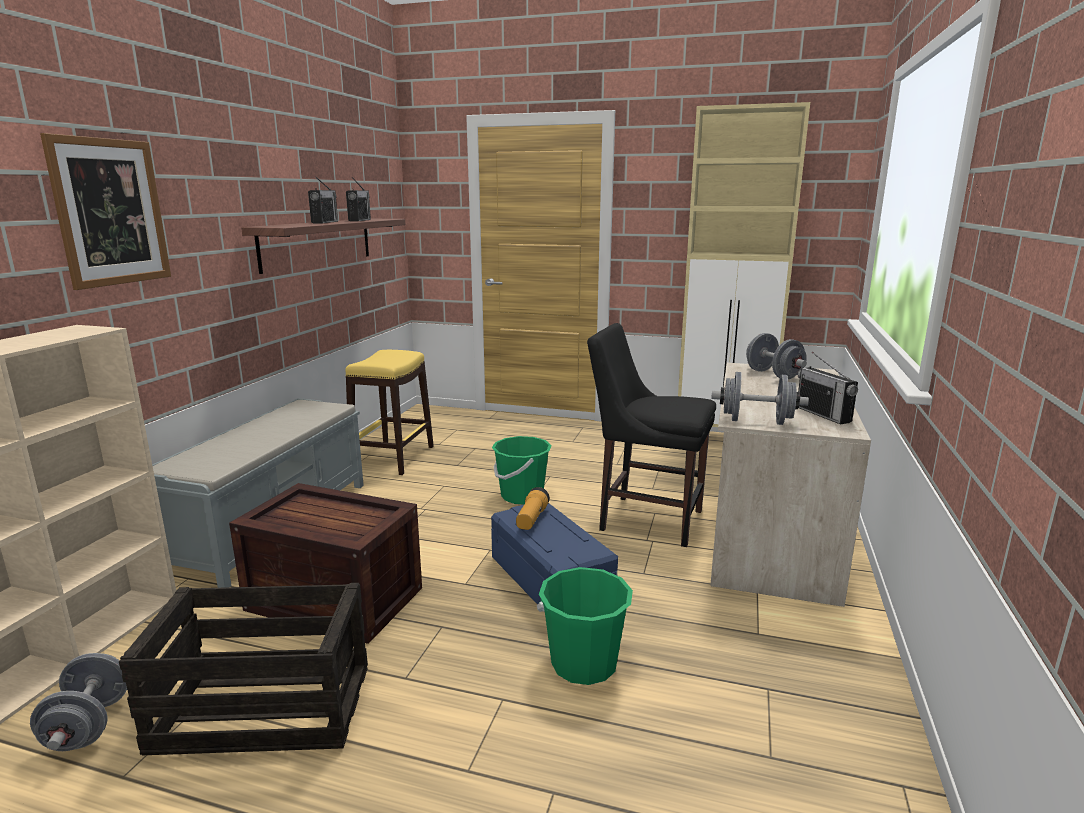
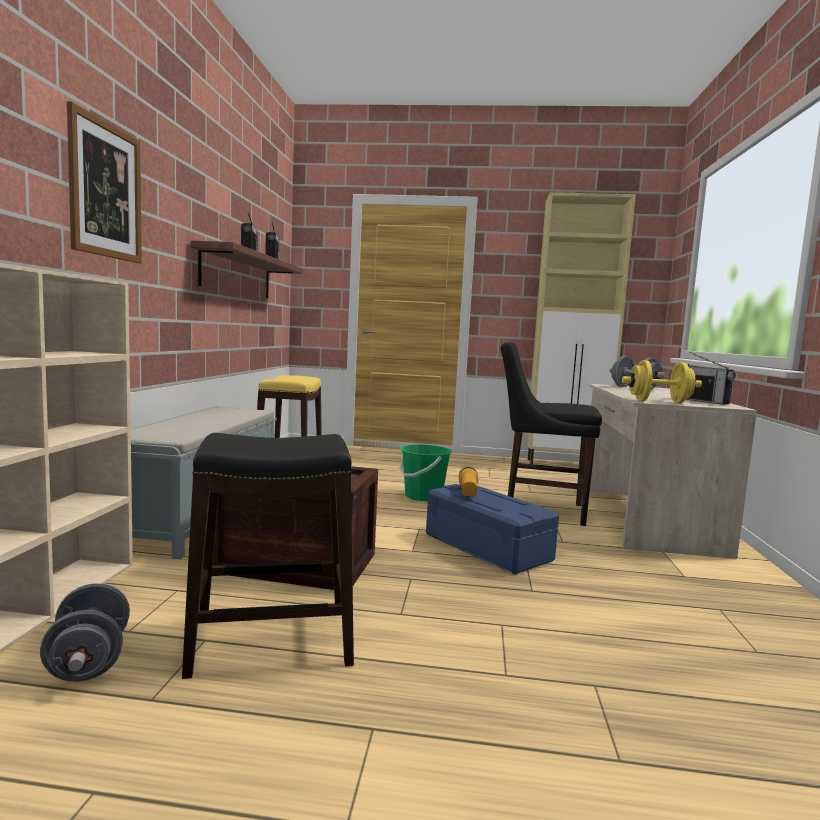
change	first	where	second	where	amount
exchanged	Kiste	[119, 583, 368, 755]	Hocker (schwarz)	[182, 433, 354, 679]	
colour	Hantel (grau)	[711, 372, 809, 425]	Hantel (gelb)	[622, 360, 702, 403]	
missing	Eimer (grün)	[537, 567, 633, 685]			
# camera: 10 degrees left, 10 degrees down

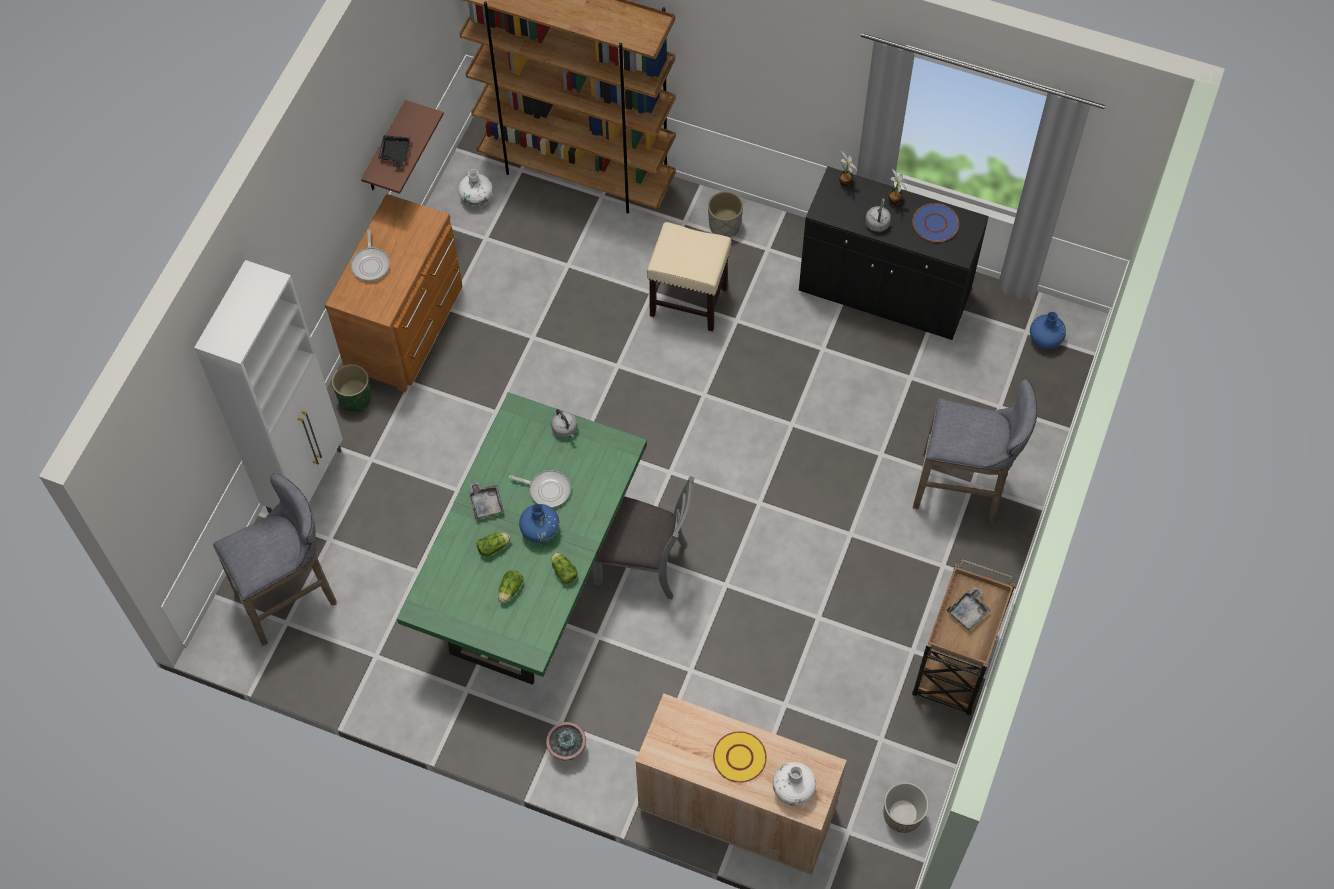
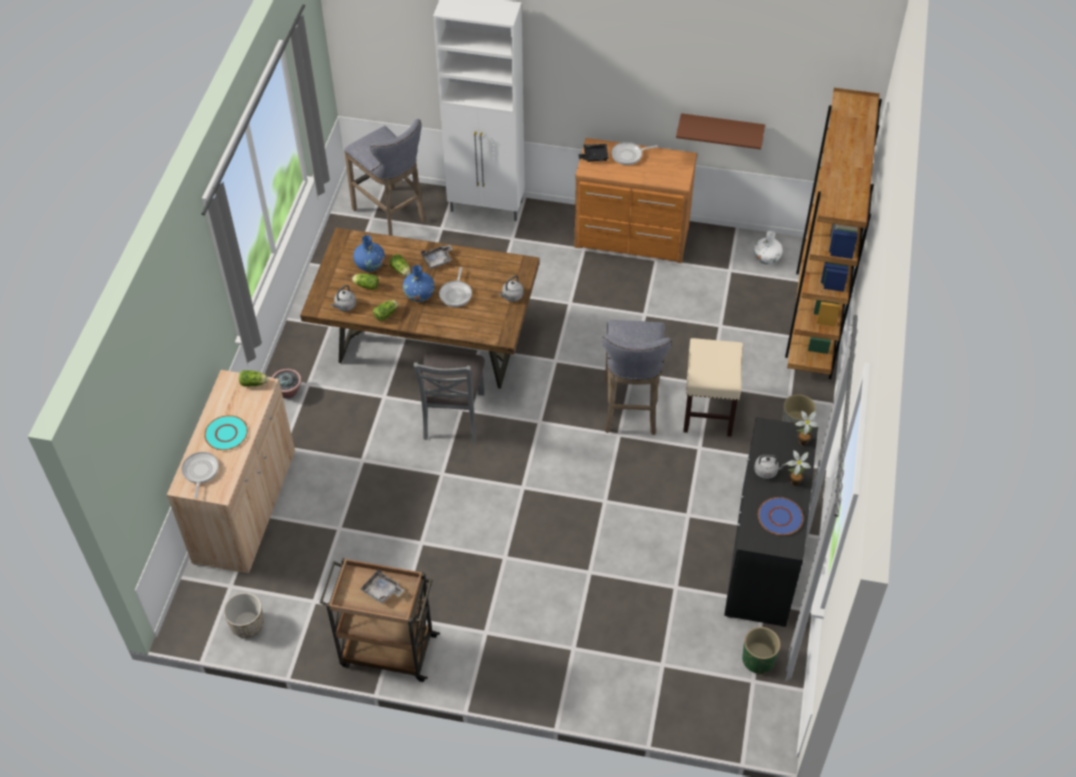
change	first	where	second	where	amount
exchanged	Vase (weiß)	[773, 762, 816, 806]	Pfanne	[182, 452, 219, 499]	
colour	Teller (gelb)	[713, 731, 767, 783]	Teller (türkis)	[204, 415, 248, 450]	
appeared			Salatkopf	[239, 370, 268, 387]	
colour	Esstisch (grün)	[397, 392, 647, 685]	Esstisch (braun)	[300, 227, 540, 389]	
appeared			Wasserkessel (grau)	[330, 285, 356, 311]	
relocated	Vase (blau)	[1030, 312, 1066, 349]		[353, 235, 385, 272]	
relocated	Tablett (schwarz)	[378, 135, 411, 167]		[578, 144, 609, 162]	
relocated	Hocker (grau)	[913, 379, 1037, 523]		[602, 320, 672, 435]	
relocated	Pflanzkübel (grün)	[332, 364, 372, 413]		[742, 627, 781, 674]	
# camera: 80 degrees right, 10 degrees down

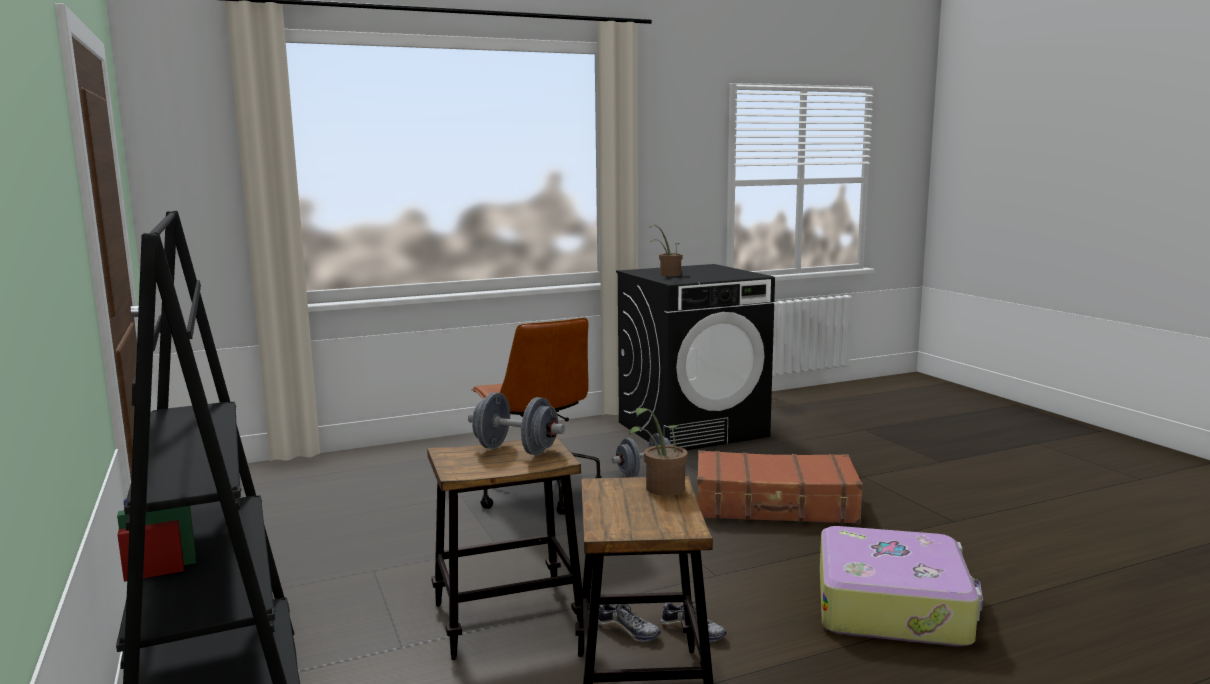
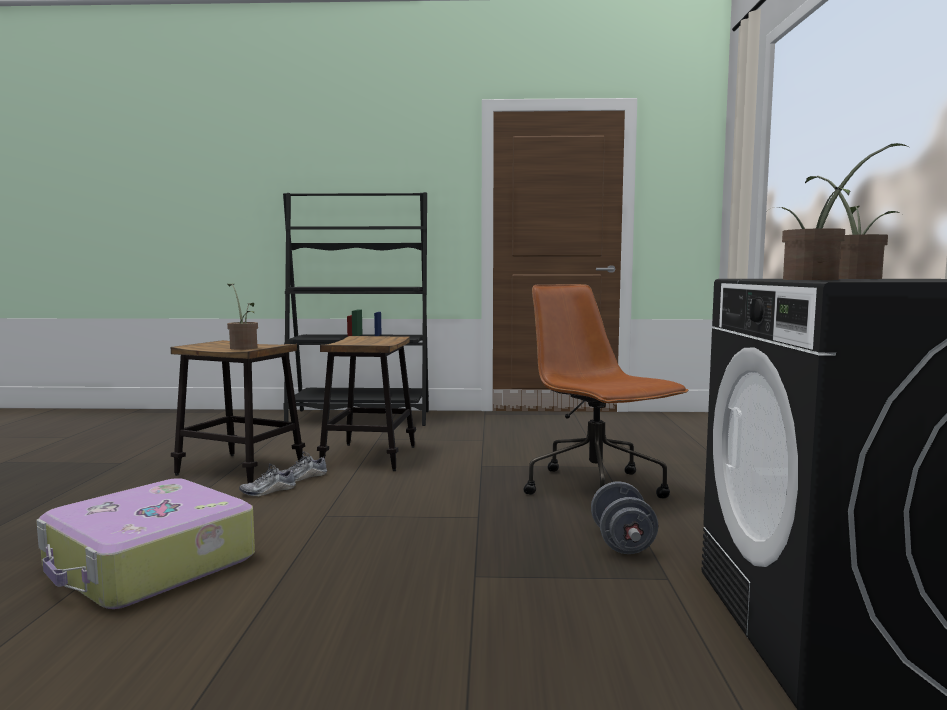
change	first	where	second	where	amount
spun	Bürostuhl (braun)	[471, 318, 602, 515]		[523, 284, 688, 498]	60 degrees clockwise
appeared			Topfpflanze	[770, 143, 913, 280]	
missing	Hantel (grau)	[468, 392, 565, 455]			
missing	Koffer (braun)	[697, 450, 863, 524]			
# camera: 115 degrees right, 5 degrees down

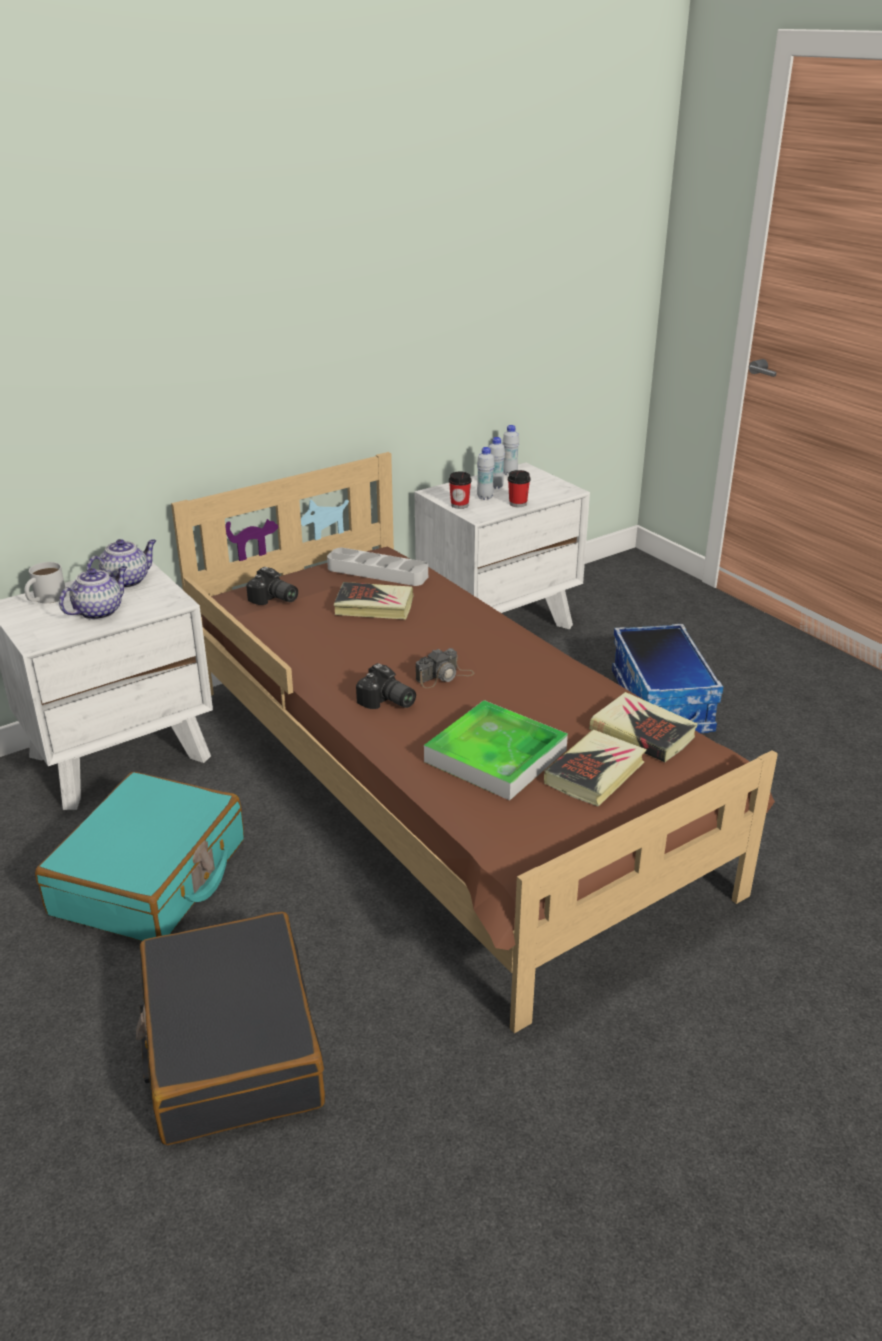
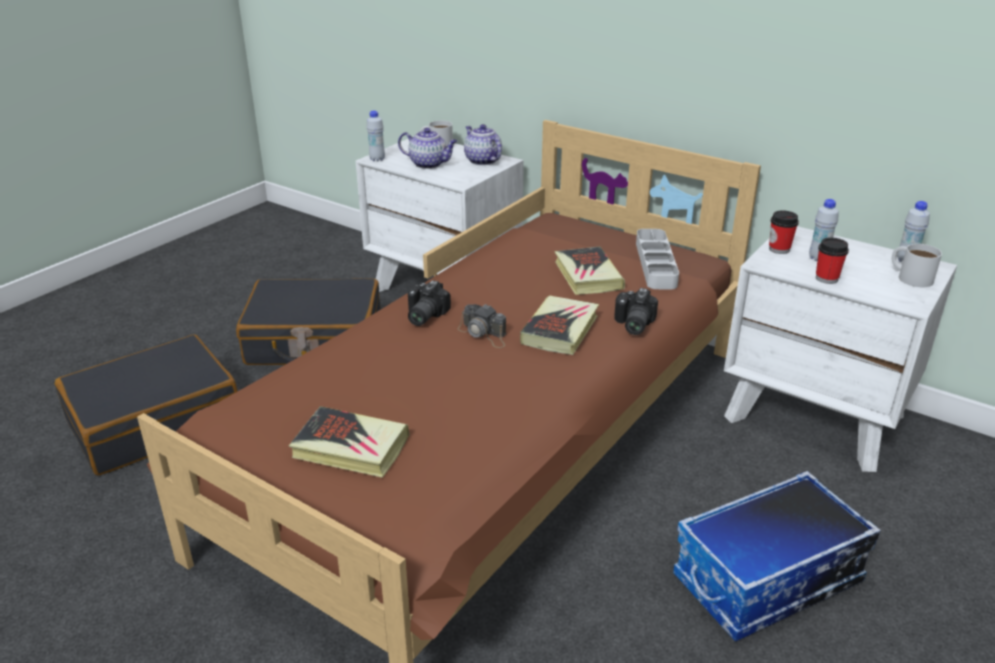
change	first	where	second	where	amount
colour	Koffer (türkis)	[35, 772, 244, 941]	Koffer (schwarz)	[236, 279, 381, 365]	
relocated	Flasche (weiß)	[489, 437, 505, 489]		[367, 111, 385, 162]	
spun	Teekanne	[86, 539, 156, 589]		[464, 124, 502, 165]	150 degrees counterclockwise
relocated	Buch	[589, 692, 698, 762]		[520, 296, 599, 355]	
relocated	Kamera	[246, 567, 298, 605]		[614, 288, 658, 335]	
appeared			Henkelbecher (weiß)	[892, 244, 942, 287]	
missing	Tablett	[424, 700, 568, 801]			
# camera: 70 degrees right, 0 degrees up

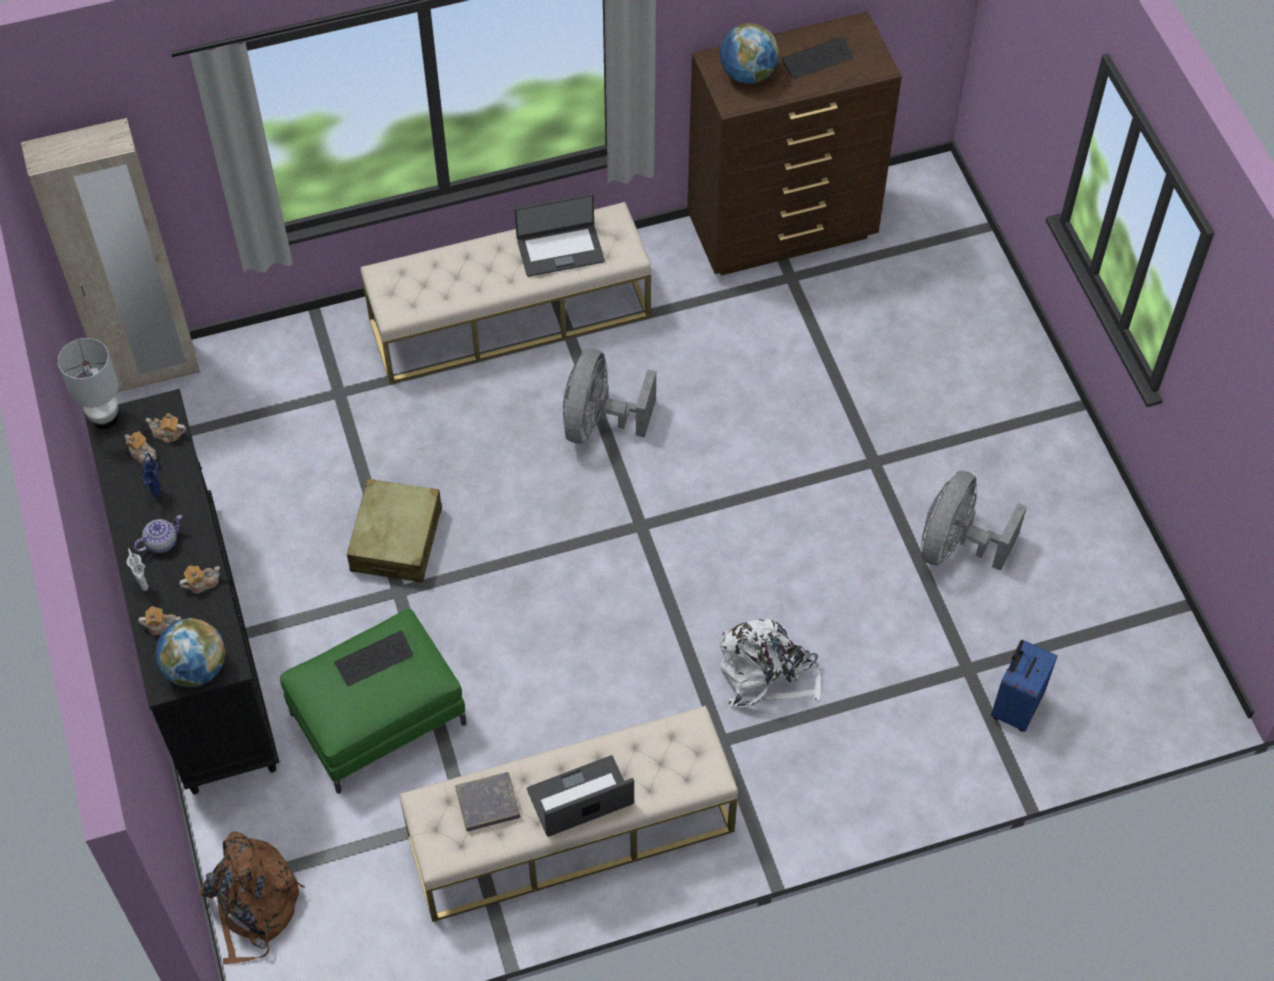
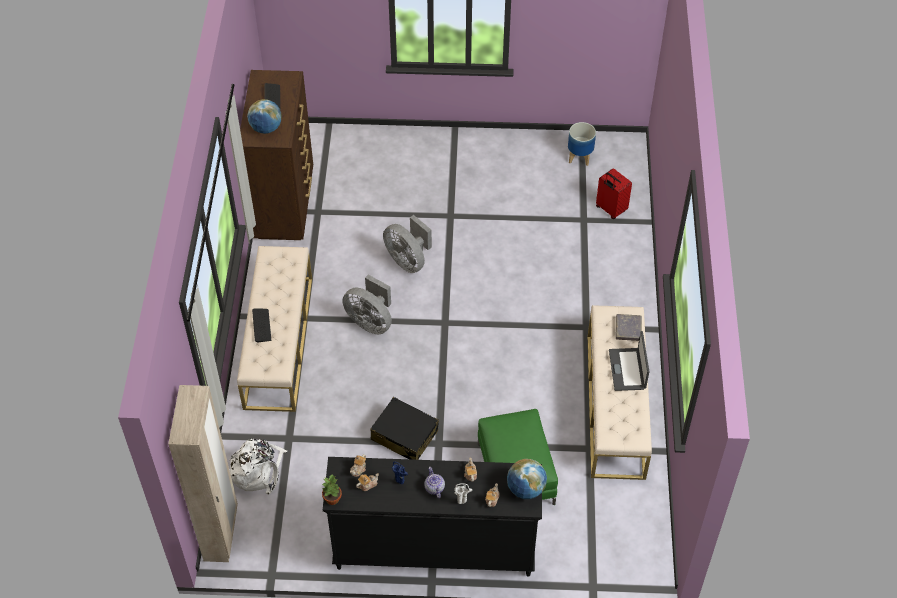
change	first	where	second	where	amount
relocated	Rucksack (weiß)	[720, 619, 821, 708]		[229, 439, 287, 495]	
relocated	Tastatur	[334, 631, 413, 686]		[252, 308, 271, 343]	
exchanged	Tischlampe (weiß)	[58, 338, 119, 429]	Topfpflanze	[322, 474, 342, 505]	
colour	Koffer (beige)	[347, 479, 442, 583]	Koffer (schwarz)	[370, 397, 439, 460]	
relocated	Ventilator (grau)	[921, 470, 1027, 571]		[383, 215, 432, 273]	
appeared			Pflanzkübel	[568, 122, 596, 166]	
colour	Koffer (blau)	[991, 640, 1058, 732]	Koffer (rot)	[596, 168, 632, 219]	
relocated	Buch (grau)	[455, 772, 520, 831]		[616, 314, 642, 341]	
missing	Rucksack (braun)	[200, 832, 305, 964]			
missing	Laptop	[515, 193, 605, 277]			
# camera: 70 degrees left, 5 degrees down

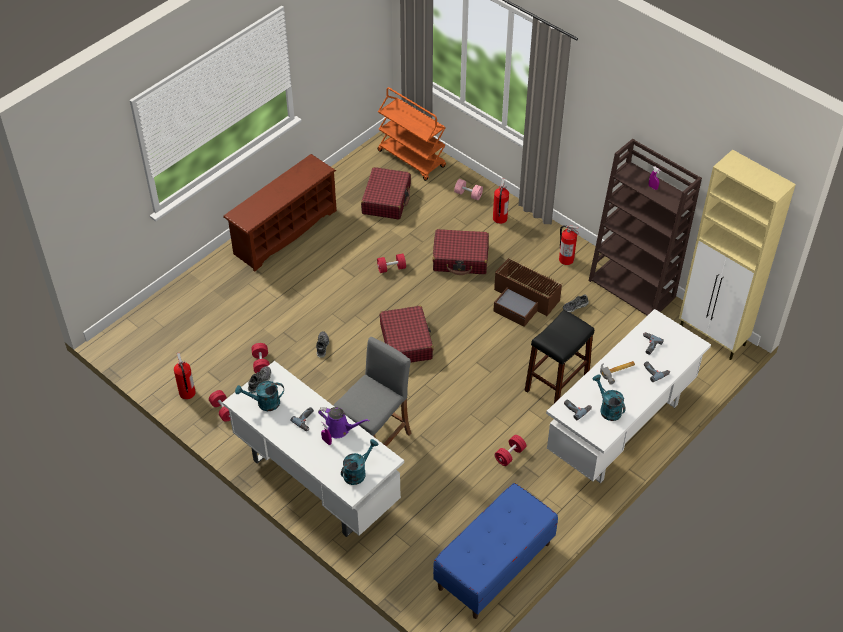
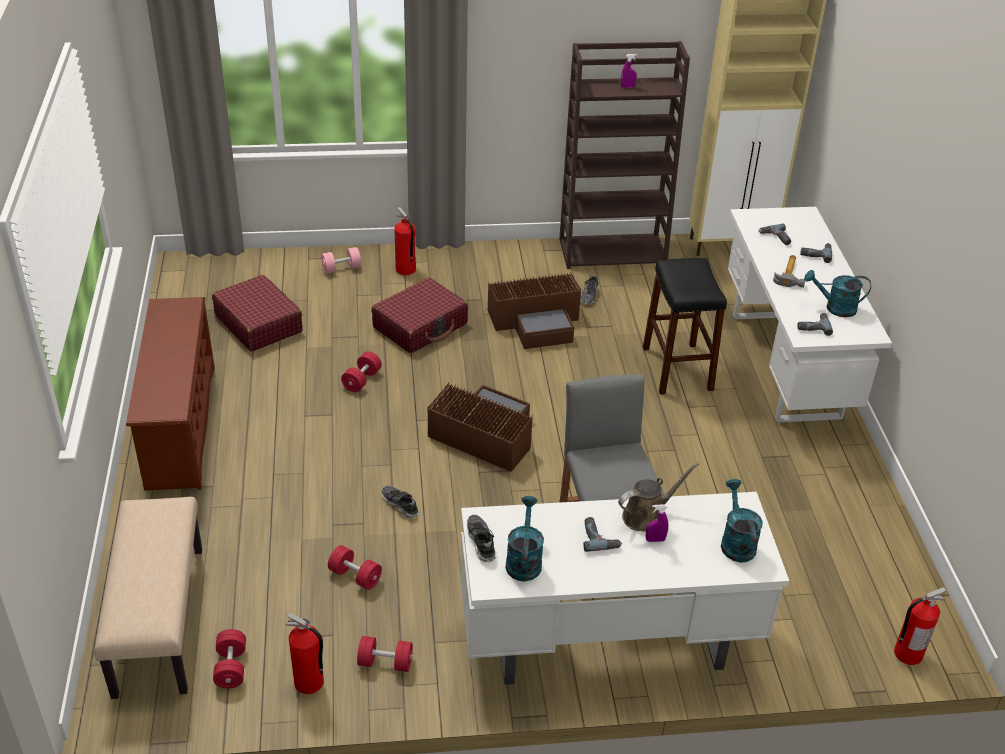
change	first	where	second	where	amount
appeared			Bank (beige)	[94, 497, 202, 699]	
relocated	Hantel (rot)	[495, 435, 526, 466]		[213, 629, 246, 688]	
exchanged	Koffer (rot)	[380, 306, 433, 363]	Aufbewahrungsbox (braun)	[427, 383, 533, 472]	
spun	Gießkanne (türkis)	[235, 381, 284, 411]		[506, 496, 544, 581]	150 degrees clockwise
colour	Gießkanne (lila)	[318, 407, 369, 438]	Gießkanne (braun)	[618, 462, 699, 532]	
relocated	Feuerlöscher	[559, 225, 579, 265]		[894, 587, 947, 665]	
missing	Rollwagen (orange)	[377, 87, 446, 181]			
missing	Bank (blau)	[433, 483, 558, 619]			
# camera: 50 degrees left, 10 degrees down

